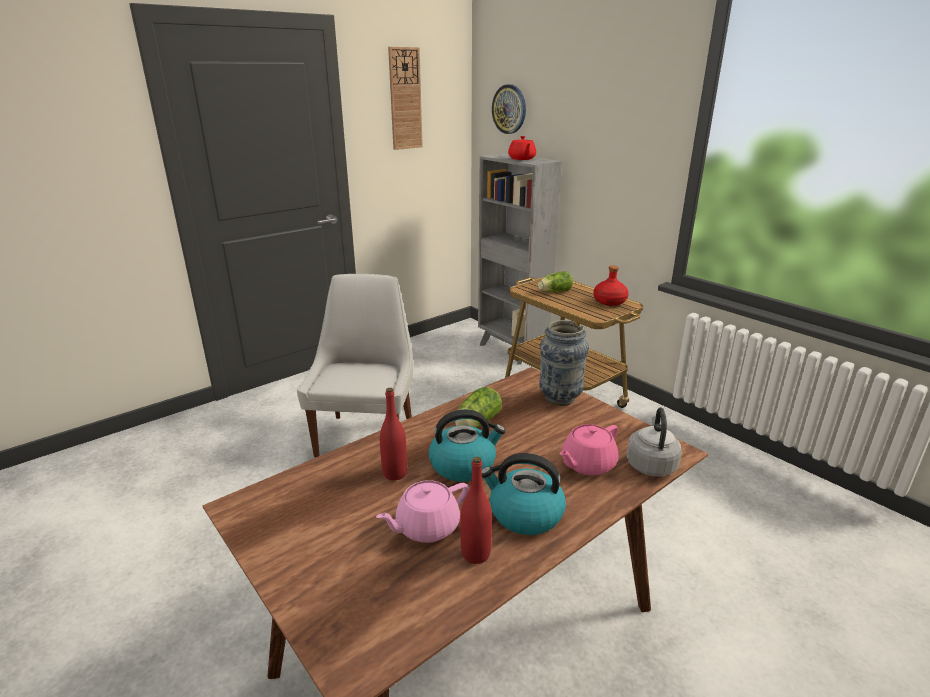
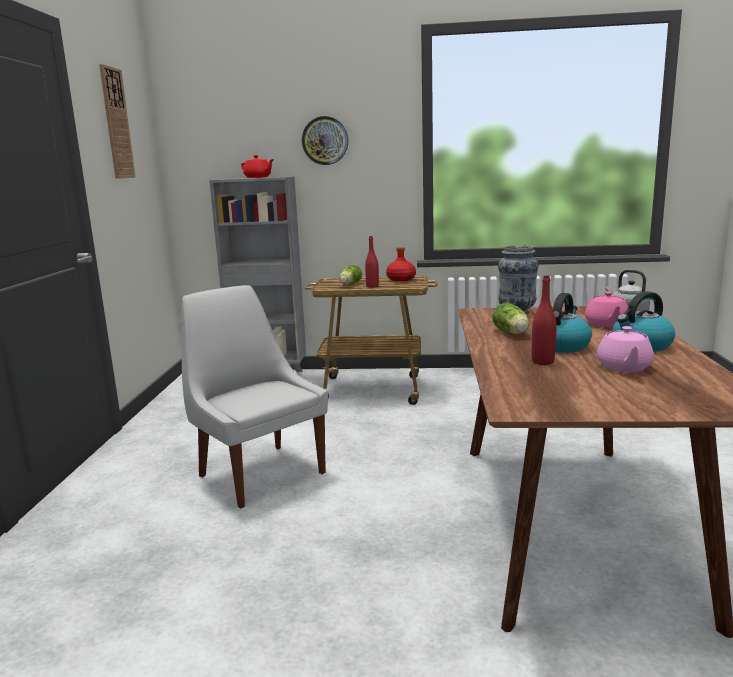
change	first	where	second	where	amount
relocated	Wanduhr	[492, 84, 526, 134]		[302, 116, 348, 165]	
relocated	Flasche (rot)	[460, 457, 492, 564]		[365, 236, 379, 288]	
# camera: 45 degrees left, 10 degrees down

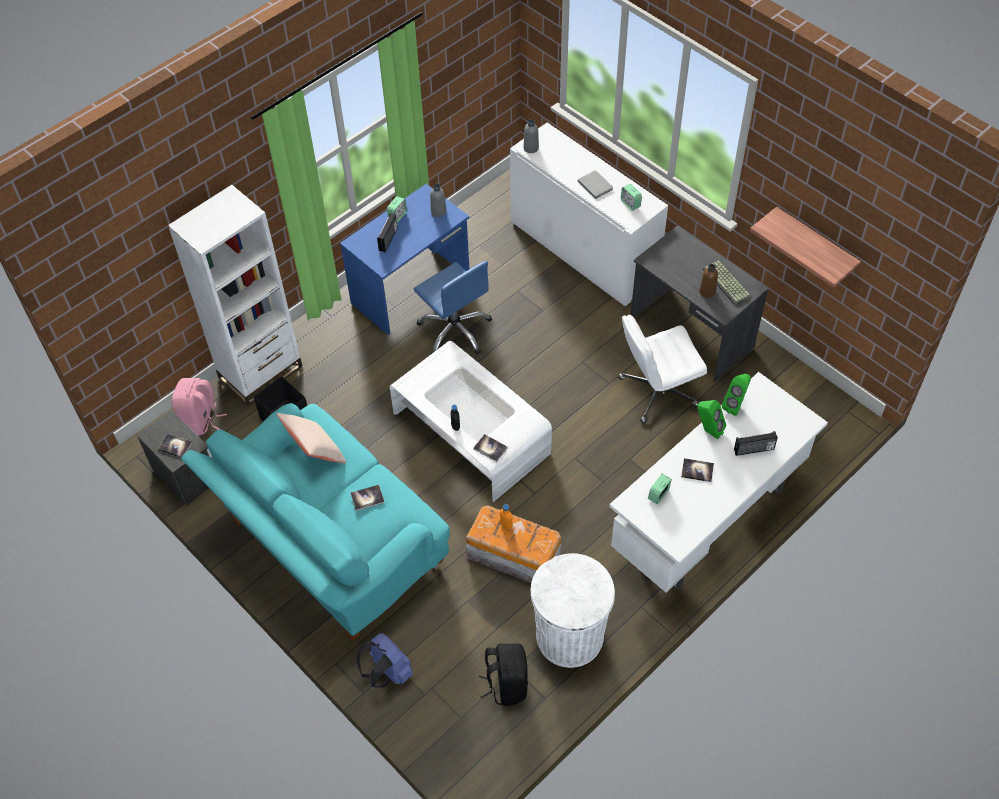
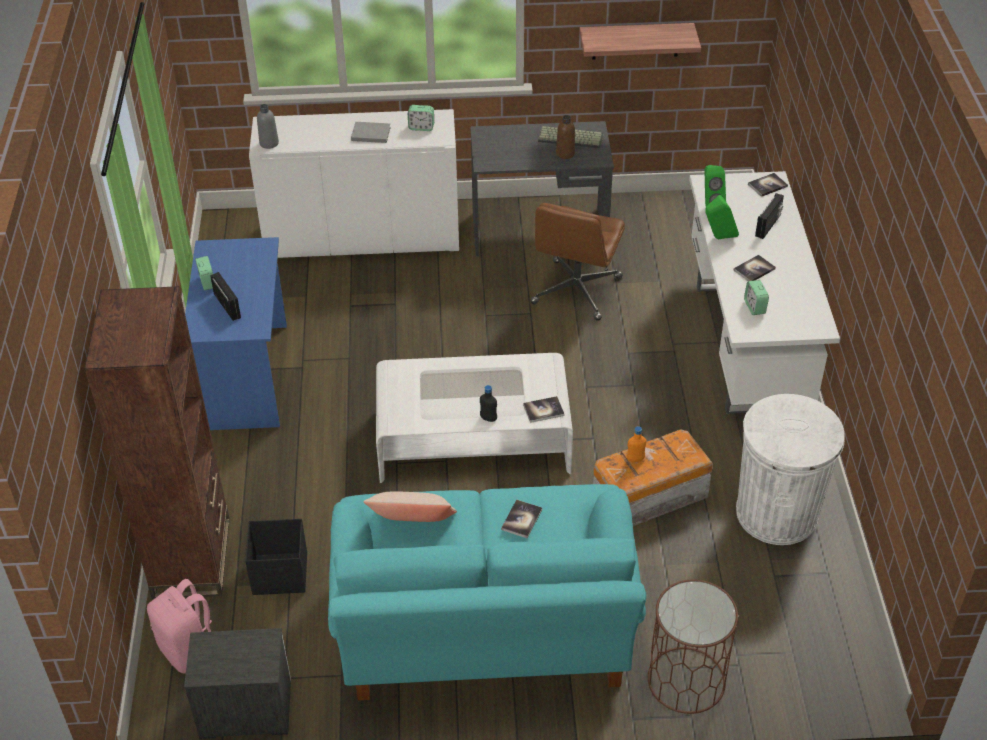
change	first	where	second	where	amount
colour	Bücherregal (weiß)	[168, 185, 302, 406]	Bücherregal (braun)	[84, 286, 230, 599]	
colour	Bürostuhl (weiß)	[618, 315, 707, 423]	Bürostuhl (braun)	[530, 203, 625, 321]	
exchanged	Rucksack (blau)	[357, 633, 413, 688]	Beistelltisch (braun)	[648, 579, 738, 714]	
relocated	Buch	[158, 434, 193, 458]		[748, 173, 788, 197]	
missing	Bürostuhl (blau)	[414, 261, 492, 355]			
missing	Flasche (grau)	[430, 184, 447, 217]			
missing	Rucksack (schwarz)	[479, 643, 528, 706]			
# camera: 50 degrees left, 10 degrees down

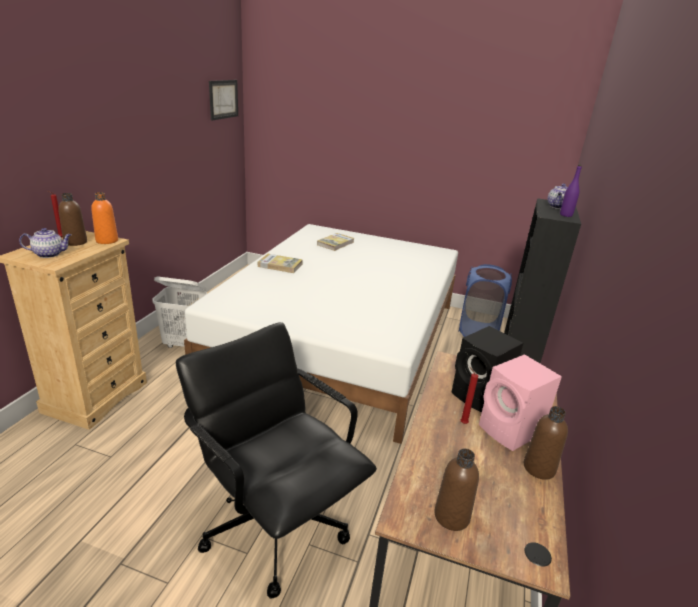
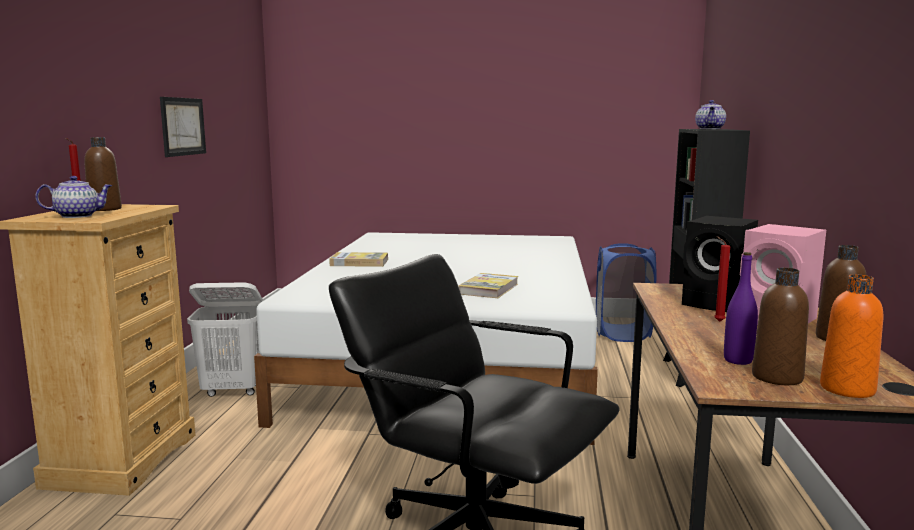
change	first	where	second	where	amount
relocated	Bild	[209, 80, 238, 120]		[160, 97, 206, 157]	
relocated	Buch	[317, 233, 354, 251]		[459, 273, 518, 298]	
relocated	Flasche (lila)	[560, 165, 582, 217]		[724, 252, 758, 365]	
relocated	Flasche (orange)	[91, 192, 118, 244]		[820, 274, 883, 398]	
# camera: 10 degrees left, 15 degrees down

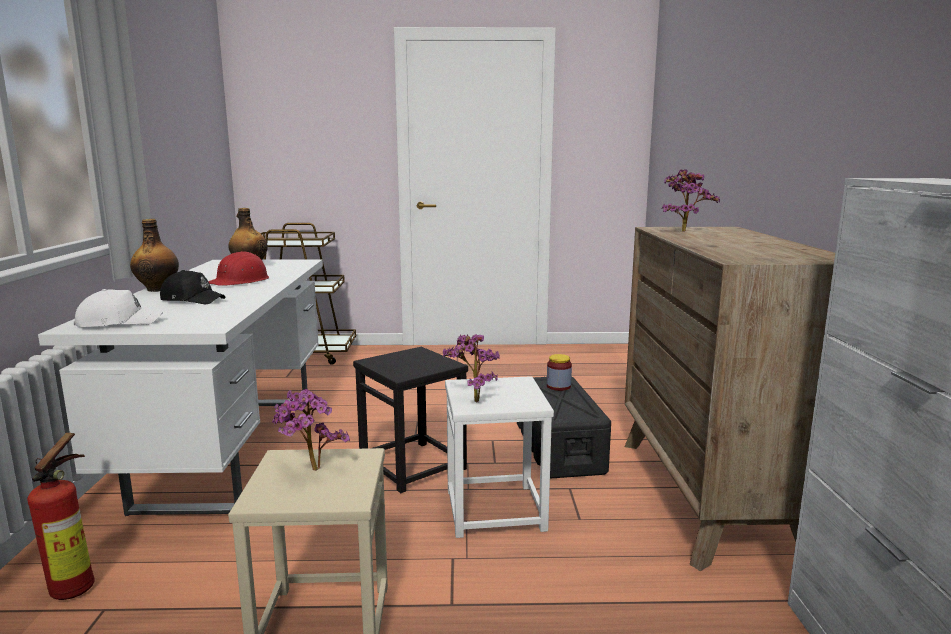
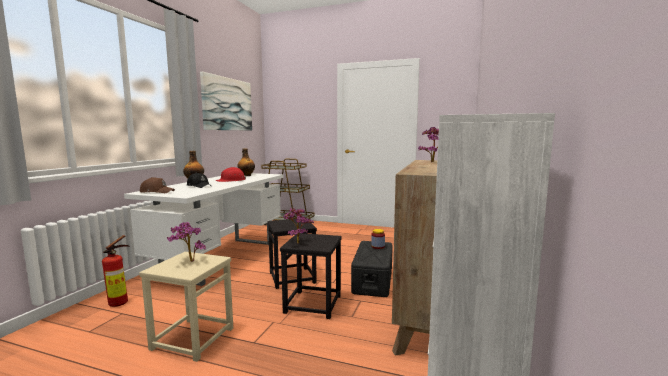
change	first	where	second	where	amount
colour	Kappe (weiß)	[73, 289, 163, 327]	Kappe (braun)	[140, 177, 175, 193]	
appeared			Bild	[200, 72, 252, 131]	
colour	Hocker (weiß)	[445, 376, 554, 538]	Hocker (schwarz)	[280, 233, 342, 319]	
# camera: 20 degrees right, 5 degrees down

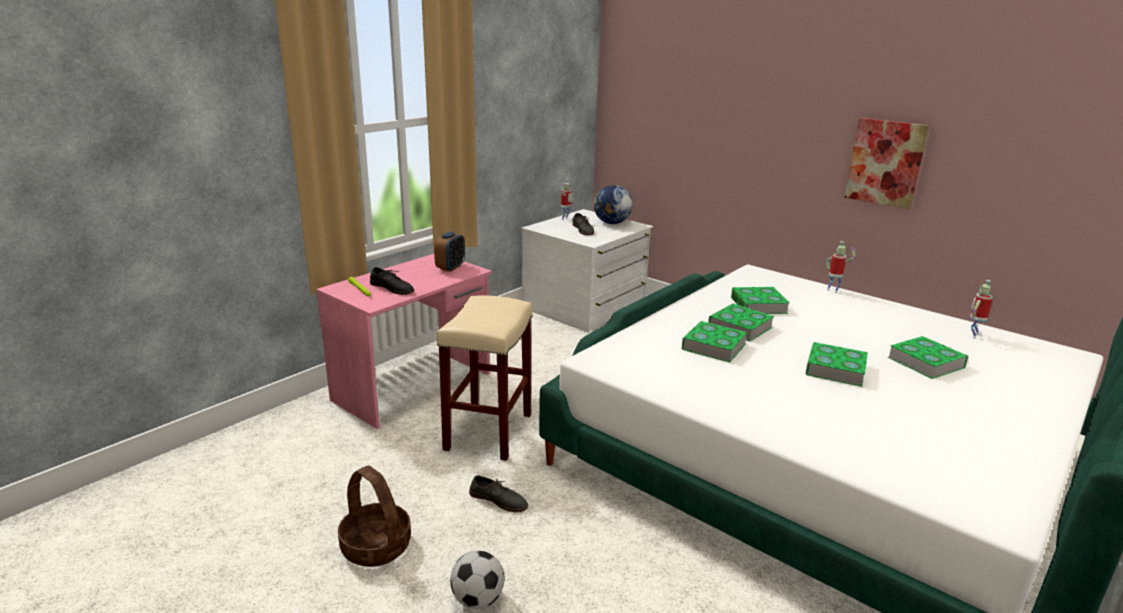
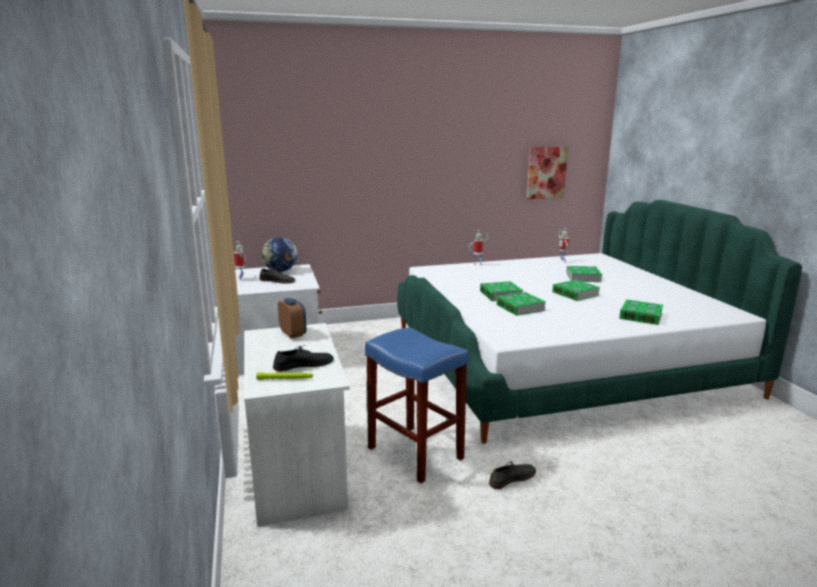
change	first	where	second	where	amount
colour	Schreibtisch (rosa)	[316, 254, 492, 429]	Schreibtisch (weiß)	[244, 323, 350, 526]	
colour	Hocker (beige)	[437, 295, 533, 461]	Hocker (blau)	[365, 327, 469, 483]	
relocated	Bild	[845, 118, 929, 209]		[527, 147, 568, 199]	
relocated	Buch	[731, 287, 789, 314]		[619, 299, 663, 325]	
missing	Korb	[338, 465, 411, 567]			
missing	Fußball	[450, 551, 505, 609]			
# camera: 55 degrees left, 5 degrees down

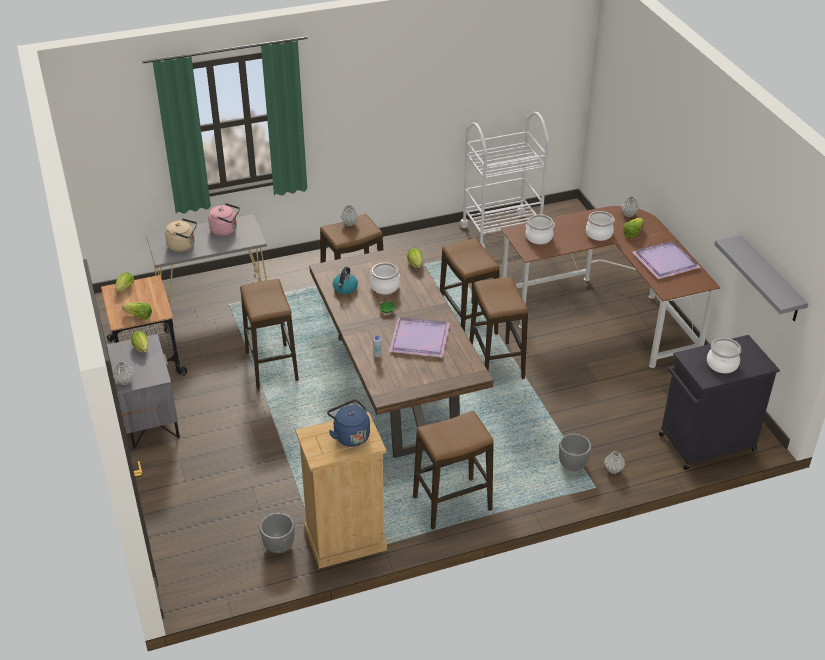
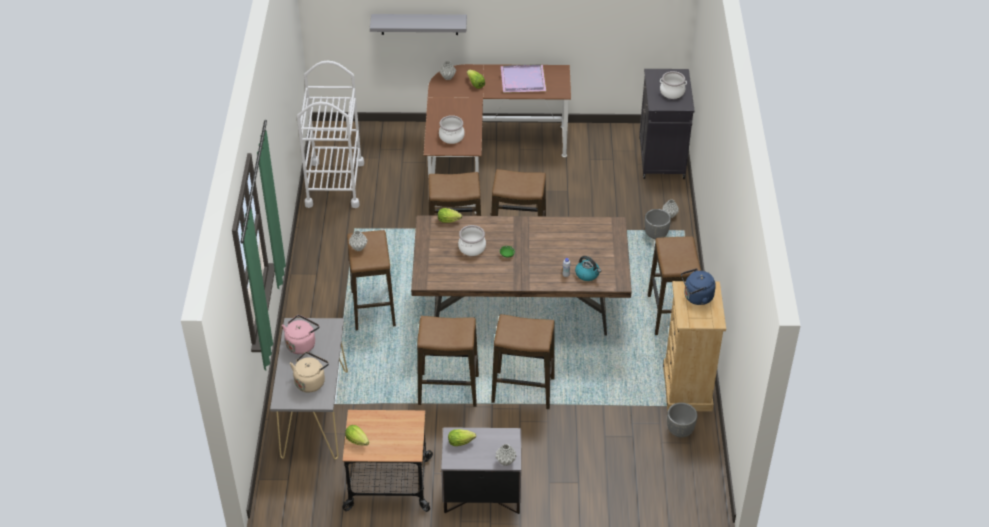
change	first	where	second	where	amount
relocated	Wandregal (grau)	[714, 235, 809, 321]		[370, 14, 467, 35]	
appeared			Hocker	[491, 314, 555, 409]	
relocated	Wasserkessel	[333, 267, 358, 294]		[575, 256, 601, 281]	
missing	Salatkopf	[122, 302, 152, 319]			
missing	Tablett (lila)	[389, 317, 450, 357]			
missing	Kochtopf	[586, 211, 615, 241]			
# camera: 70 degrees left, 5 degrees up

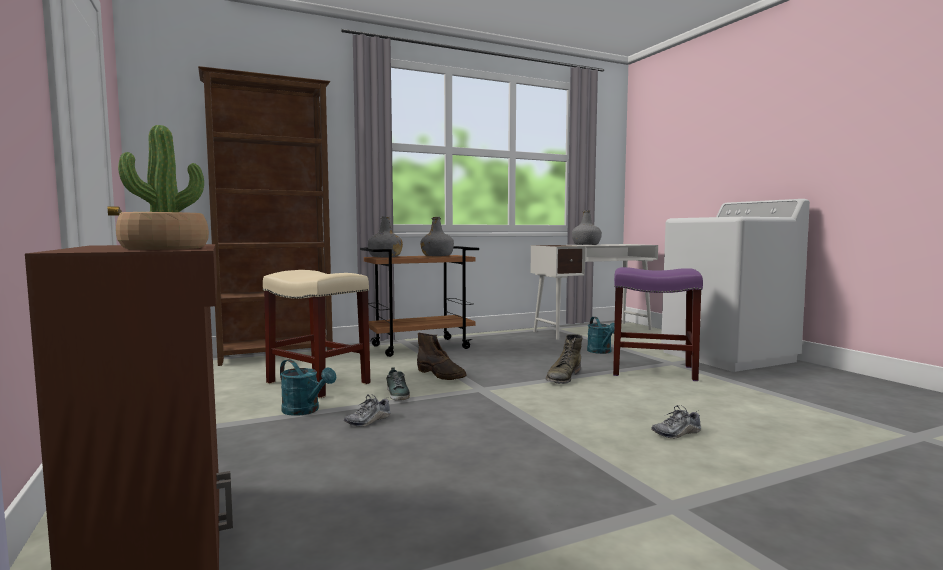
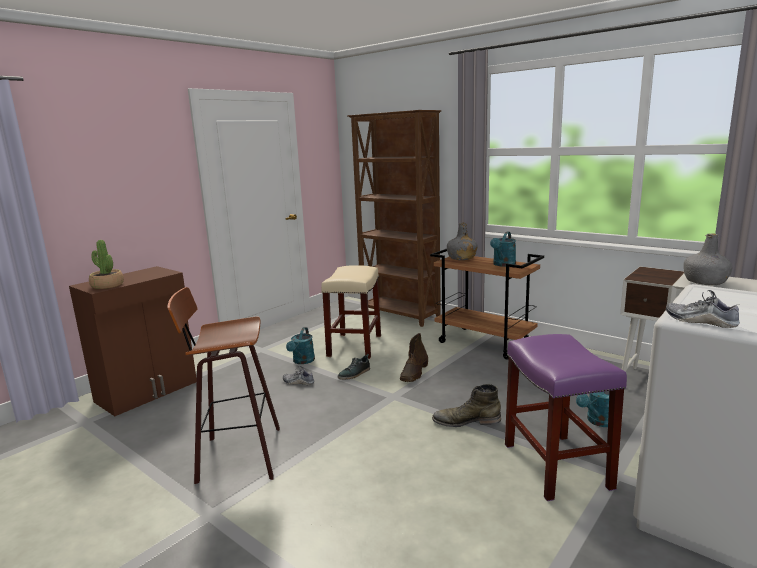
change	first	where	second	where	amount
appeared			Hocker	[167, 287, 280, 484]	
exchanged	Flasche (grau)	[420, 217, 454, 256]	Gießkanne (türkis)	[490, 232, 516, 267]	
relocated	Schuh	[651, 405, 701, 439]		[666, 290, 740, 328]	
# camera: 65 degrees right, 10 degrees up

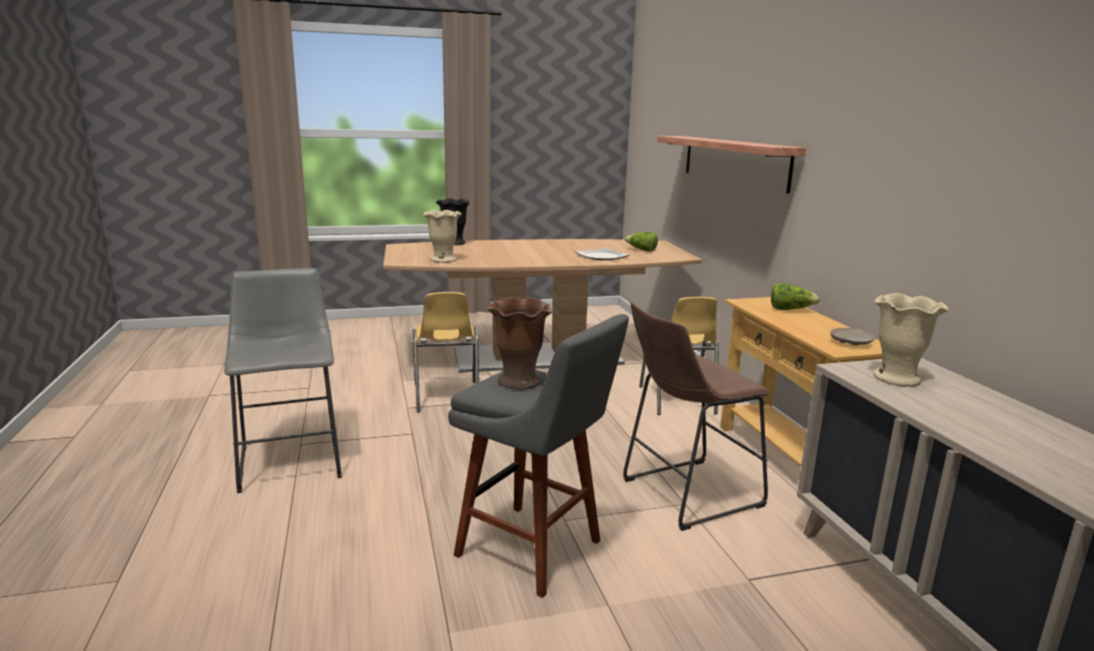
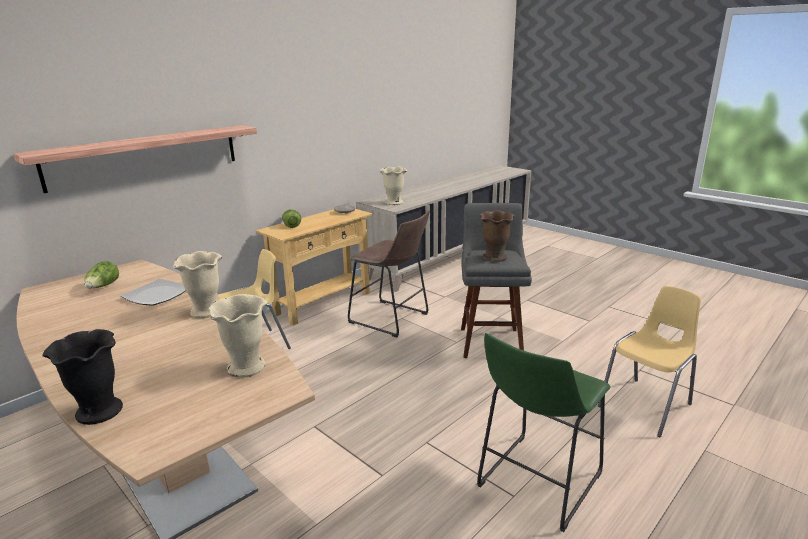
change	first	where	second	where	amount
appeared			Vase (beige)	[173, 251, 222, 318]	
colour	Hocker (grau)	[224, 268, 342, 493]	Hocker (grün)	[477, 333, 610, 532]	
relocated	Stuhl (gelb)	[412, 292, 479, 413]		[598, 286, 701, 437]	
# camera: 120 degrees left, 5 degrees up

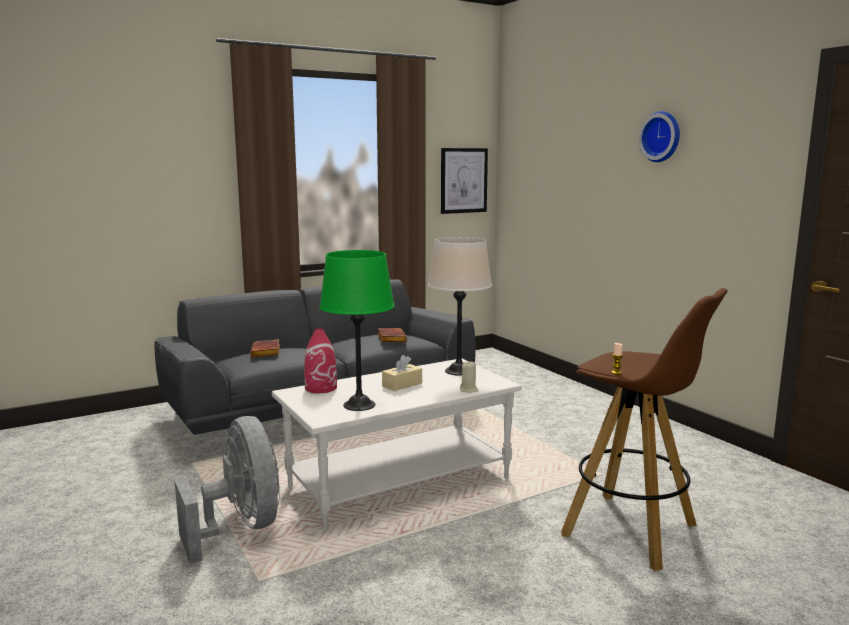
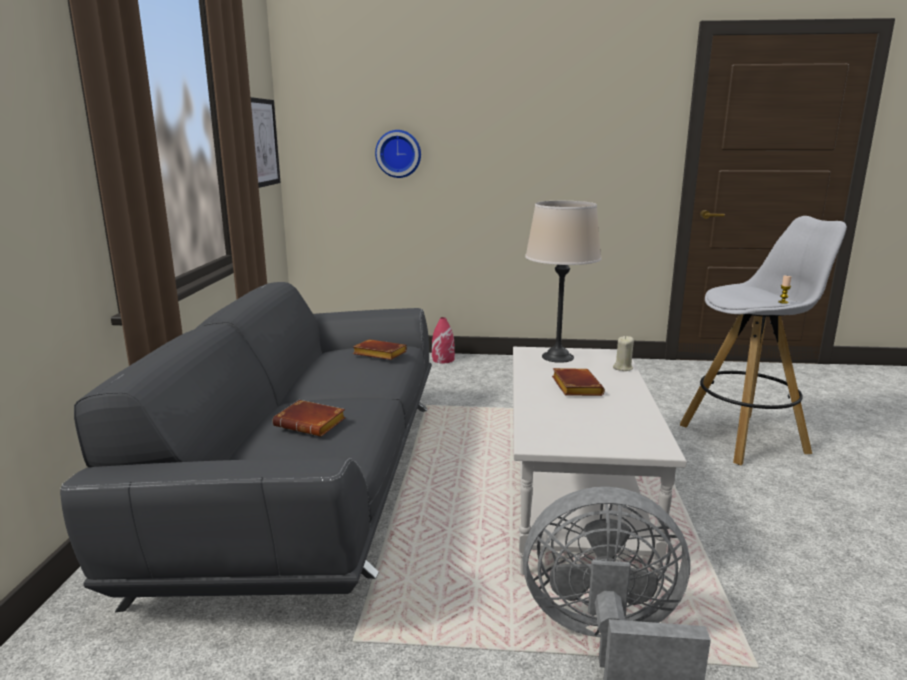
change	first	where	second	where	amount
relocated	Wanduhr	[639, 111, 680, 162]		[375, 130, 421, 178]	
relocated	Vase (rot)	[304, 328, 337, 393]		[432, 317, 455, 363]	
exchanged	Taschentuchbox (beige)	[382, 355, 422, 391]	Buch (braun)	[552, 368, 605, 396]	
colour	Hocker (braun)	[561, 288, 728, 571]	Hocker (weiß)	[680, 216, 847, 465]	
missing	Tischlampe (grün)	[319, 250, 395, 411]			
# camera: 55 degrees left, 5 degrees up

